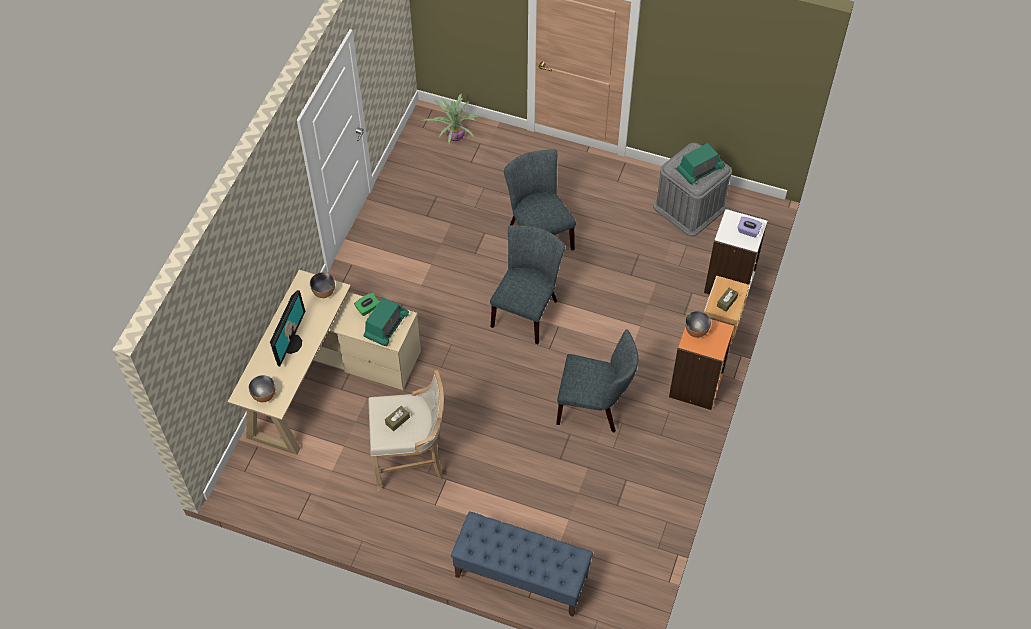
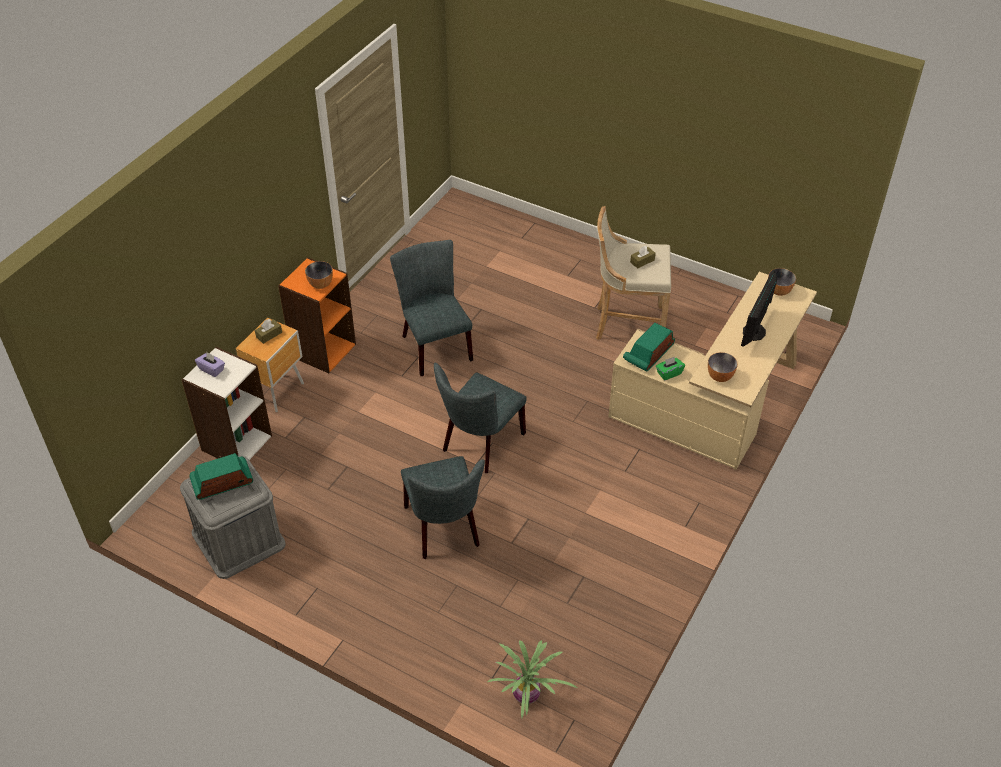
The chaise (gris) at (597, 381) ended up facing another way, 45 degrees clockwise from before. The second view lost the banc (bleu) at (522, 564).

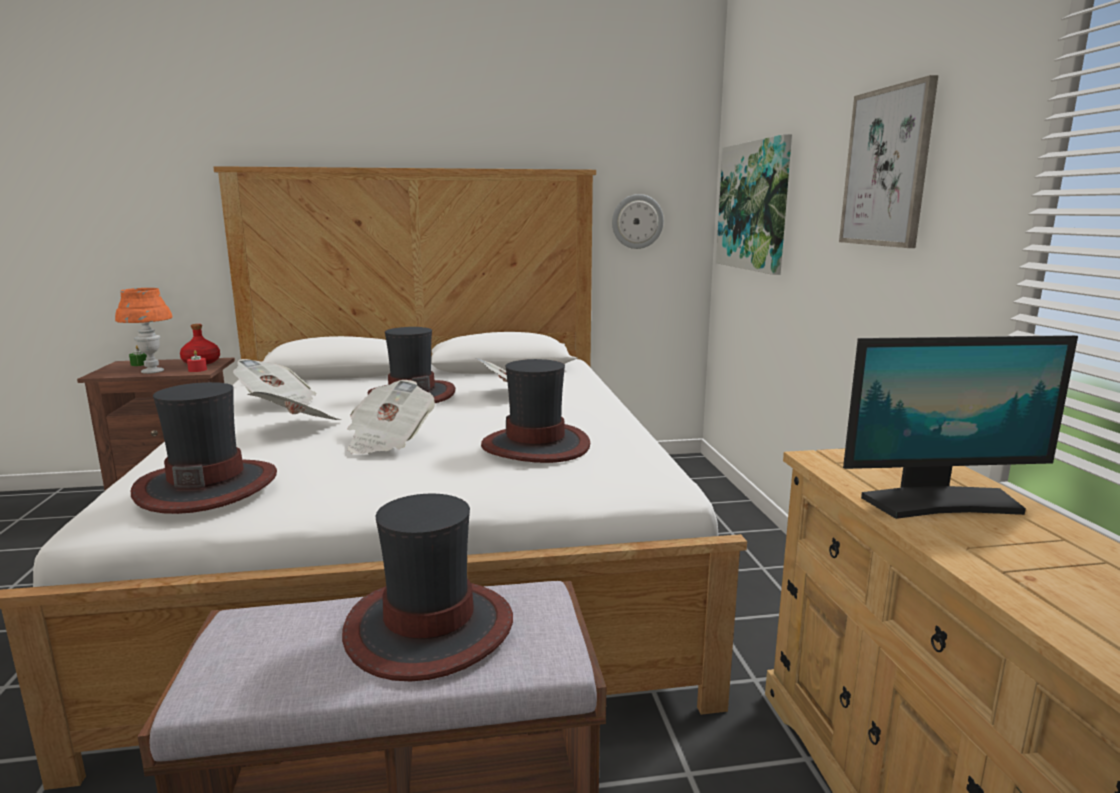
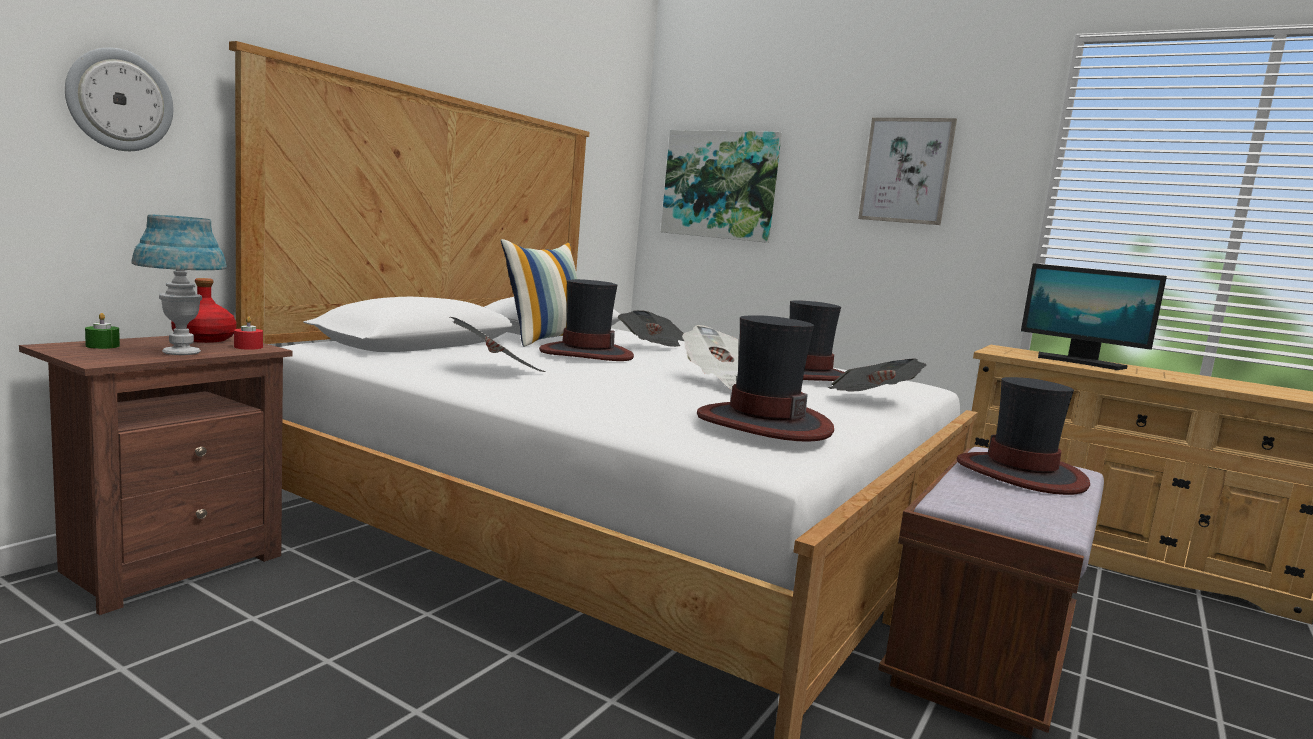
The horloge murale ended up elsewhere, having gone from (638, 221) to (119, 99). What was the lampe de table (orange) at (143, 331) turned into the lampe de table (bleu) at (179, 285). The second view gained the coussin at (539, 293). The journal ended up elsewhere, having gone from (294, 406) to (877, 375). The écran d'ordinateur at (960, 427) ended up facing another way, 90 degrees clockwise from before.

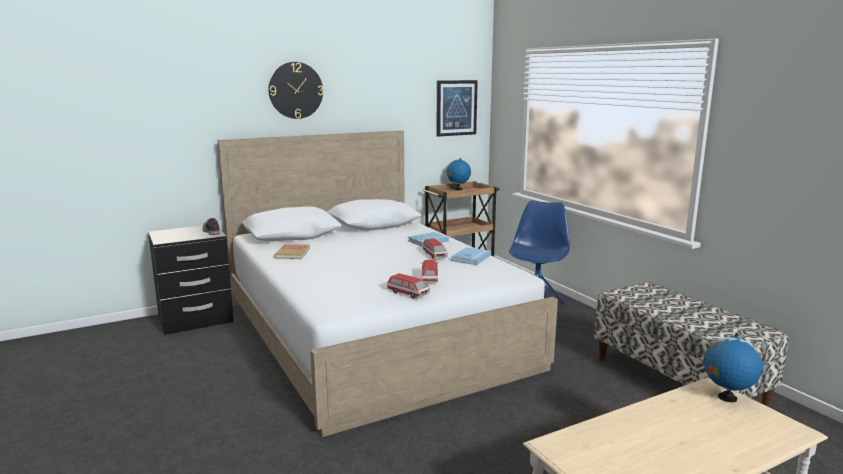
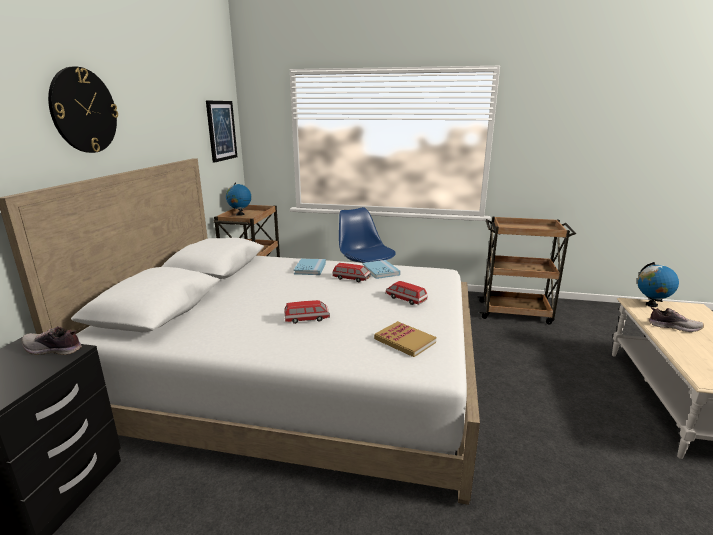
The petite voiture ended up elsewhere, having gone from (408, 285) to (307, 312). The livre ended up elsewhere, having gone from (292, 251) to (405, 339). Where the banc stood at (691, 345), the chariot (marron) came to stand at (526, 271). The second view gained the chaussure at (676, 319).

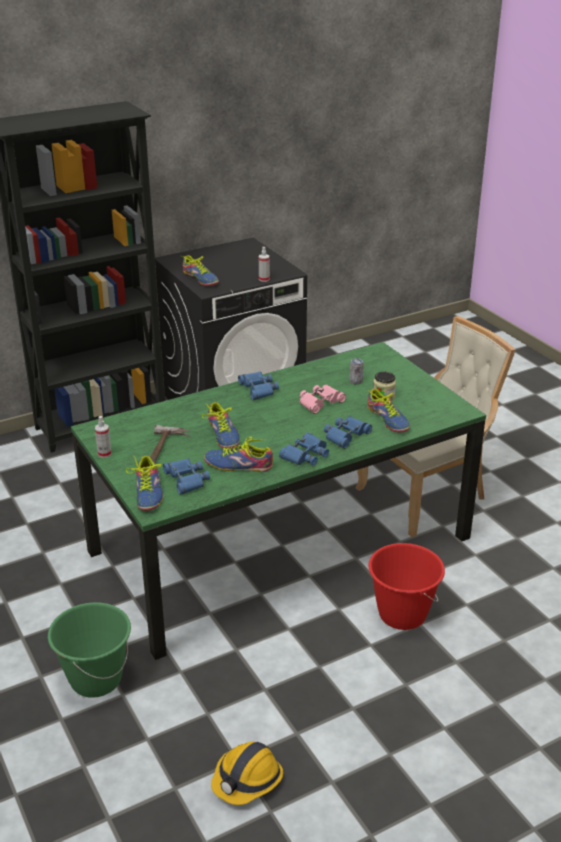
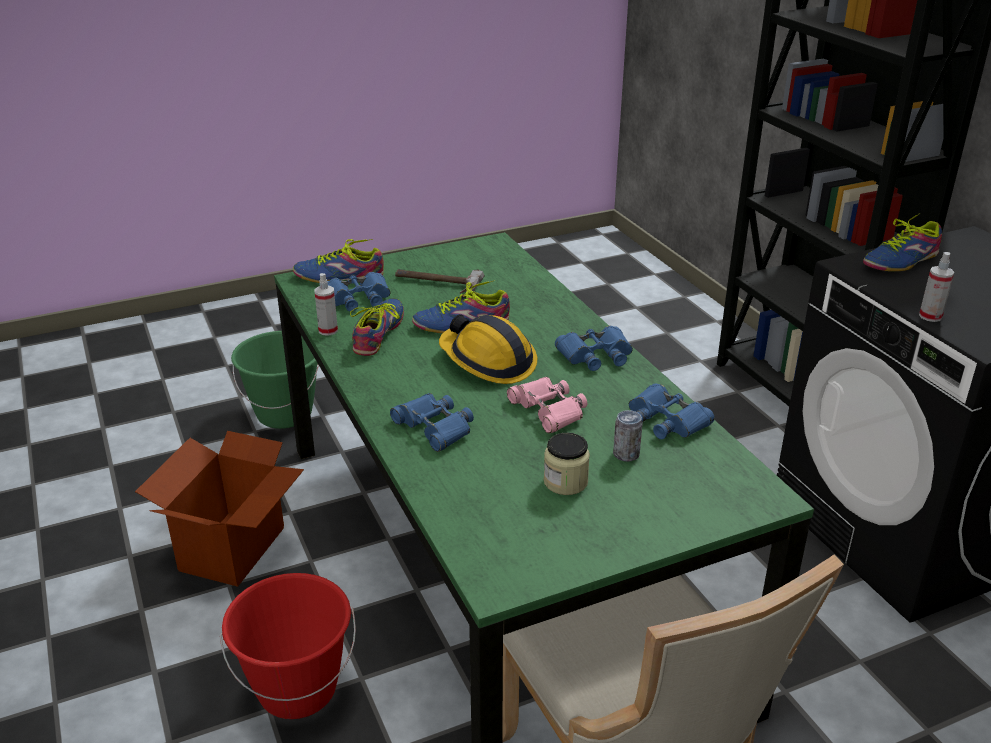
The second view gained the carton at (219, 509). The vaporisateur ended up elsewhere, having gone from (103, 437) to (326, 304). The casque de chantier ended up elsewhere, having gone from (247, 773) to (488, 349). The jumelles (bleu) ended up elsewhere, having gone from (304, 449) to (672, 411). The second view lost the chaussure at (388, 410).

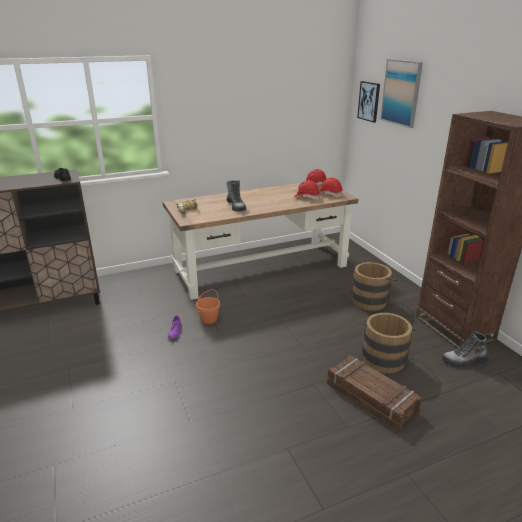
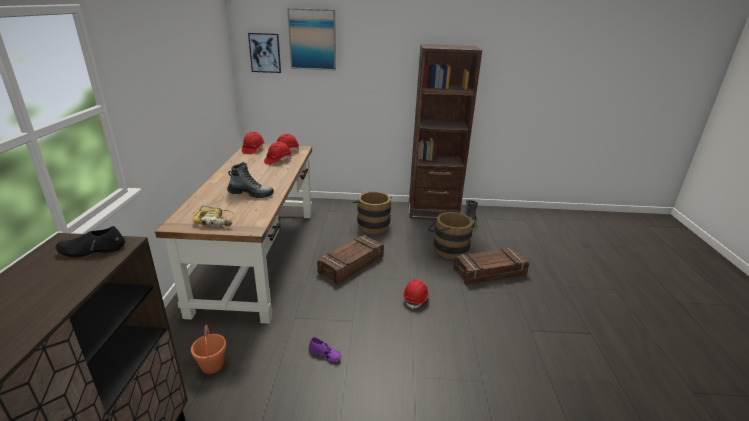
The seau (orange) ended up elsewhere, having gone from (208, 307) to (209, 349). The second view gained the caisse at (350, 259). The second view gained the casque de chantier (rouge) at (416, 294).

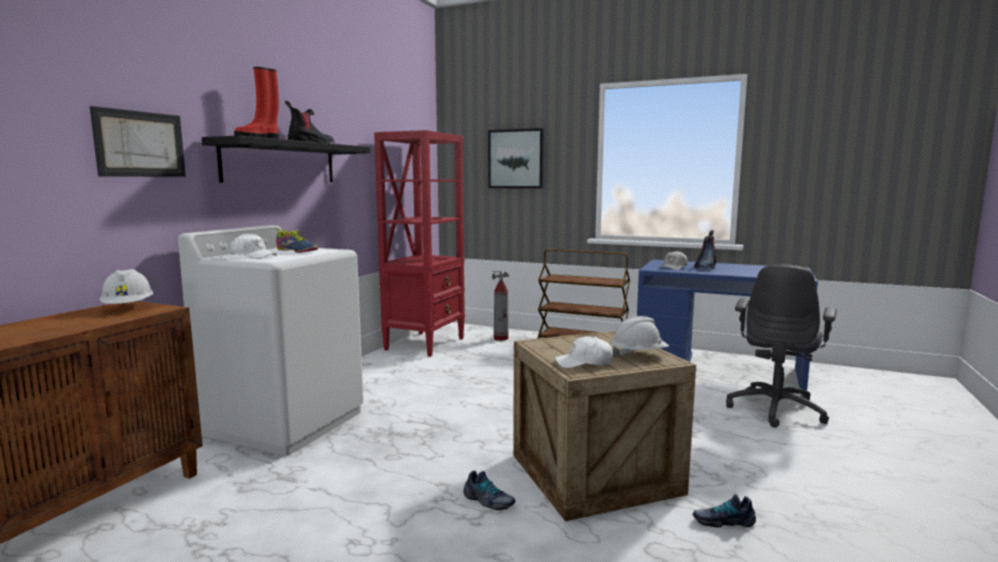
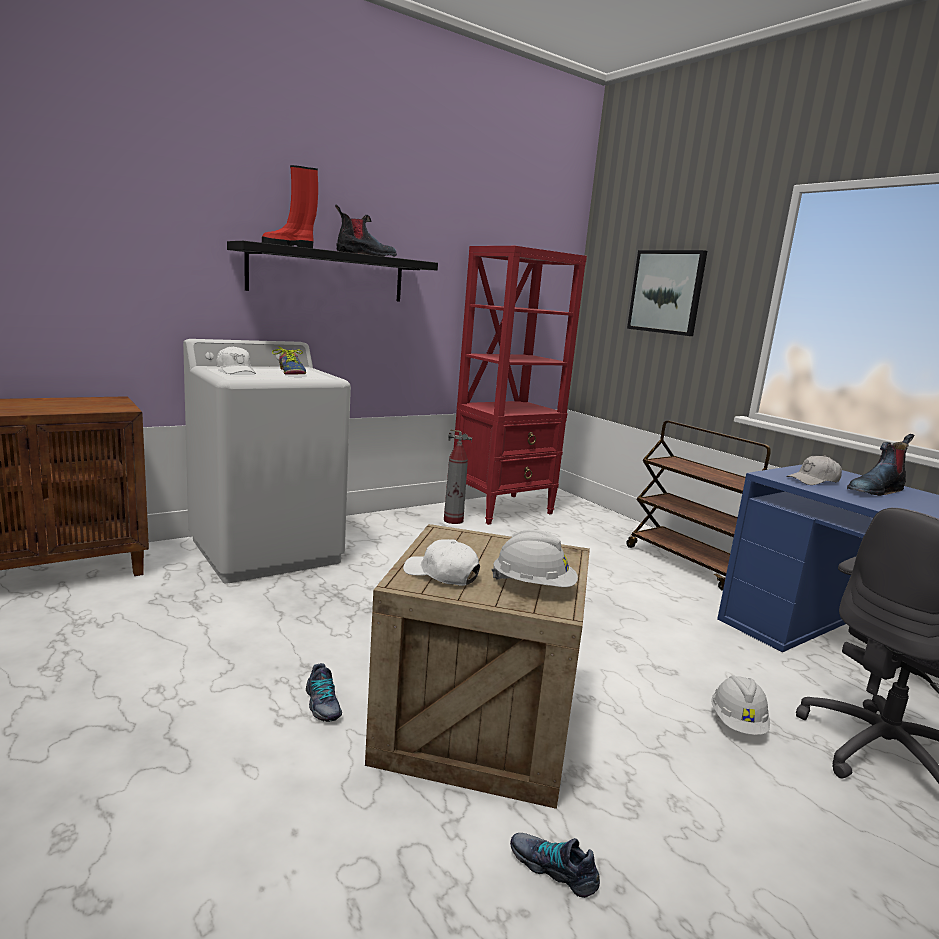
The extincteur ended up elsewhere, having gone from (500, 306) to (458, 476). The casque de chantier (blanc) ended up elsewhere, having gone from (126, 286) to (740, 705). The second view lost the tableau at (138, 141).

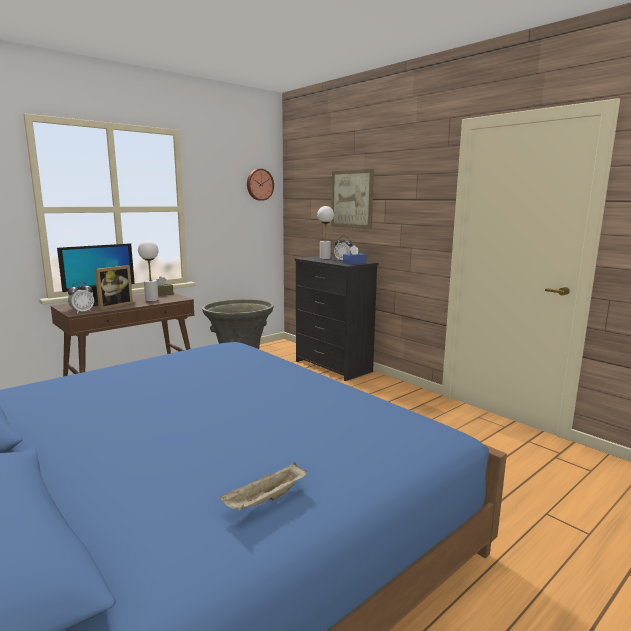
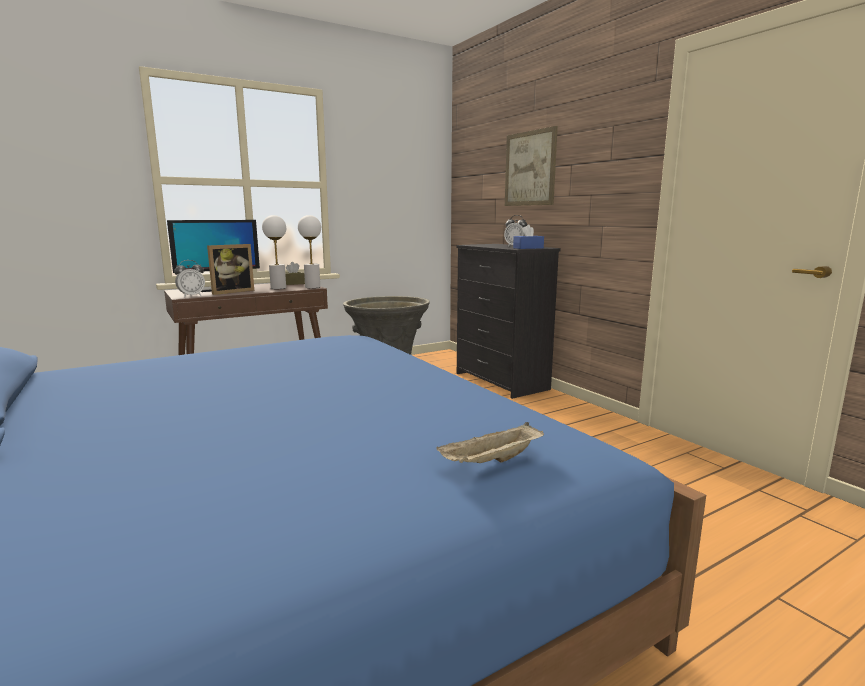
The lampe de table (blanc) ended up elsewhere, having gone from (325, 232) to (309, 251). The plateau (beige) ended up elsewhere, having gone from (263, 486) to (490, 442). The second view lost the horloge murale at (260, 185).

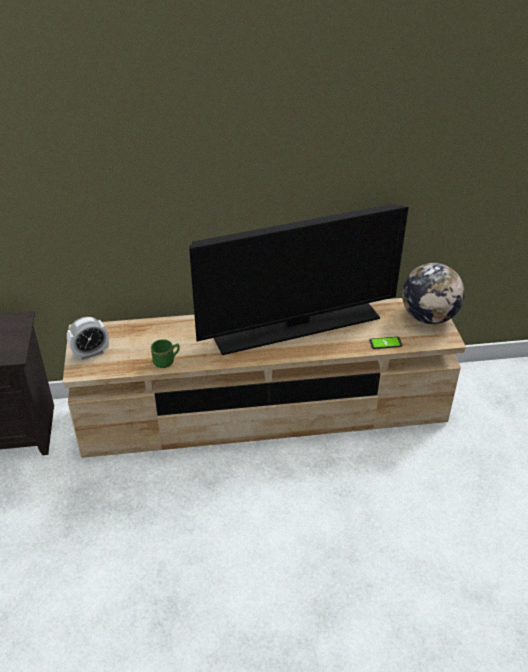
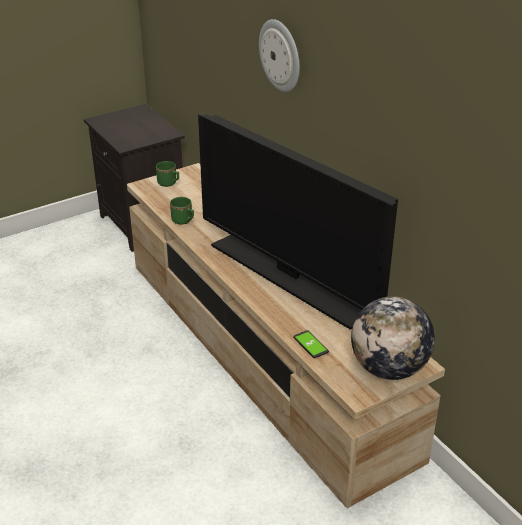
Where the réveil stood at (88, 338), the mug (vert) came to stand at (167, 174). The second view gained the horloge murale at (279, 55).

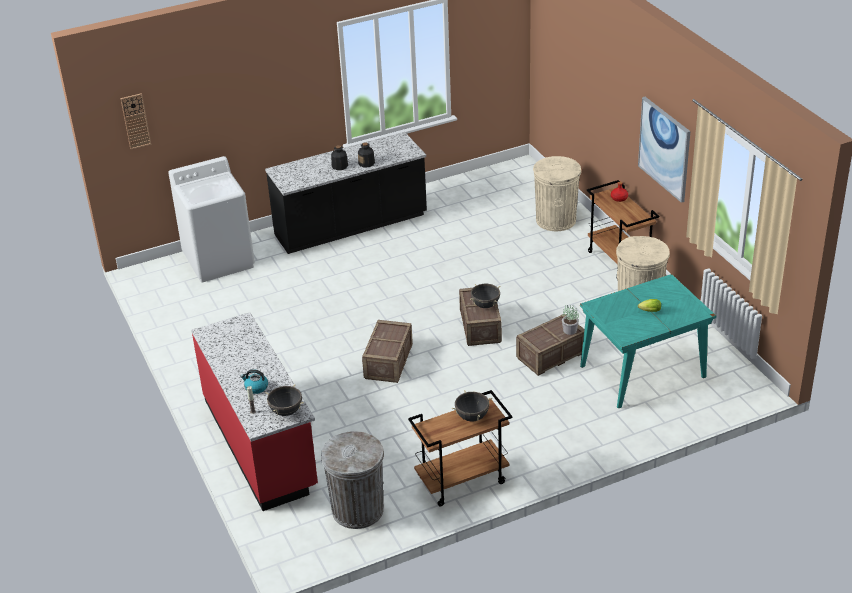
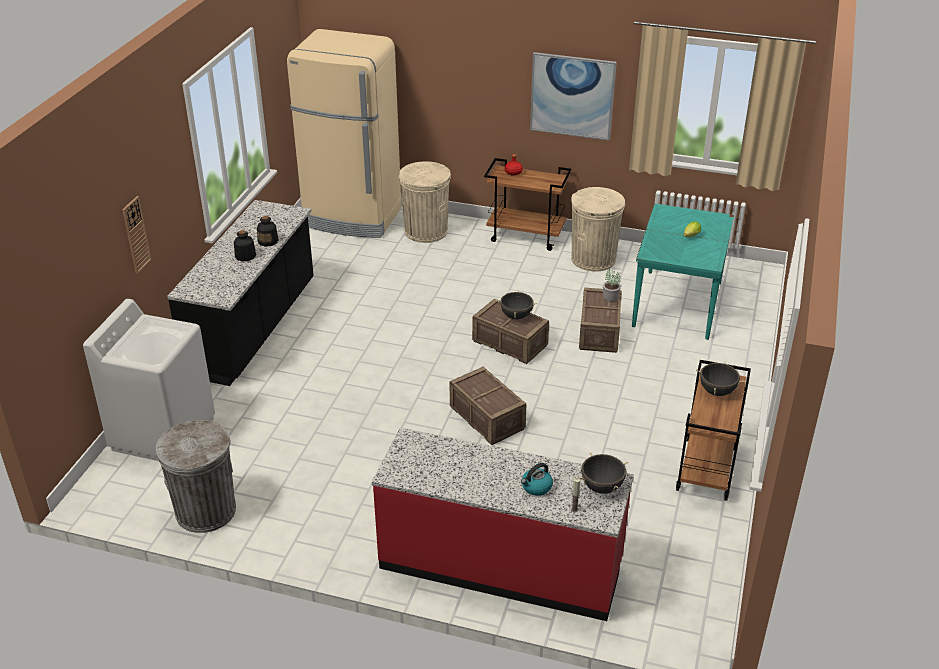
The horloge murale ended up elsewhere, having gone from (136, 121) to (137, 235). The poubelle (gris) ended up elsewhere, having gone from (352, 480) to (196, 476). The second view gained the réfrigérateur (beige) at (344, 133).

